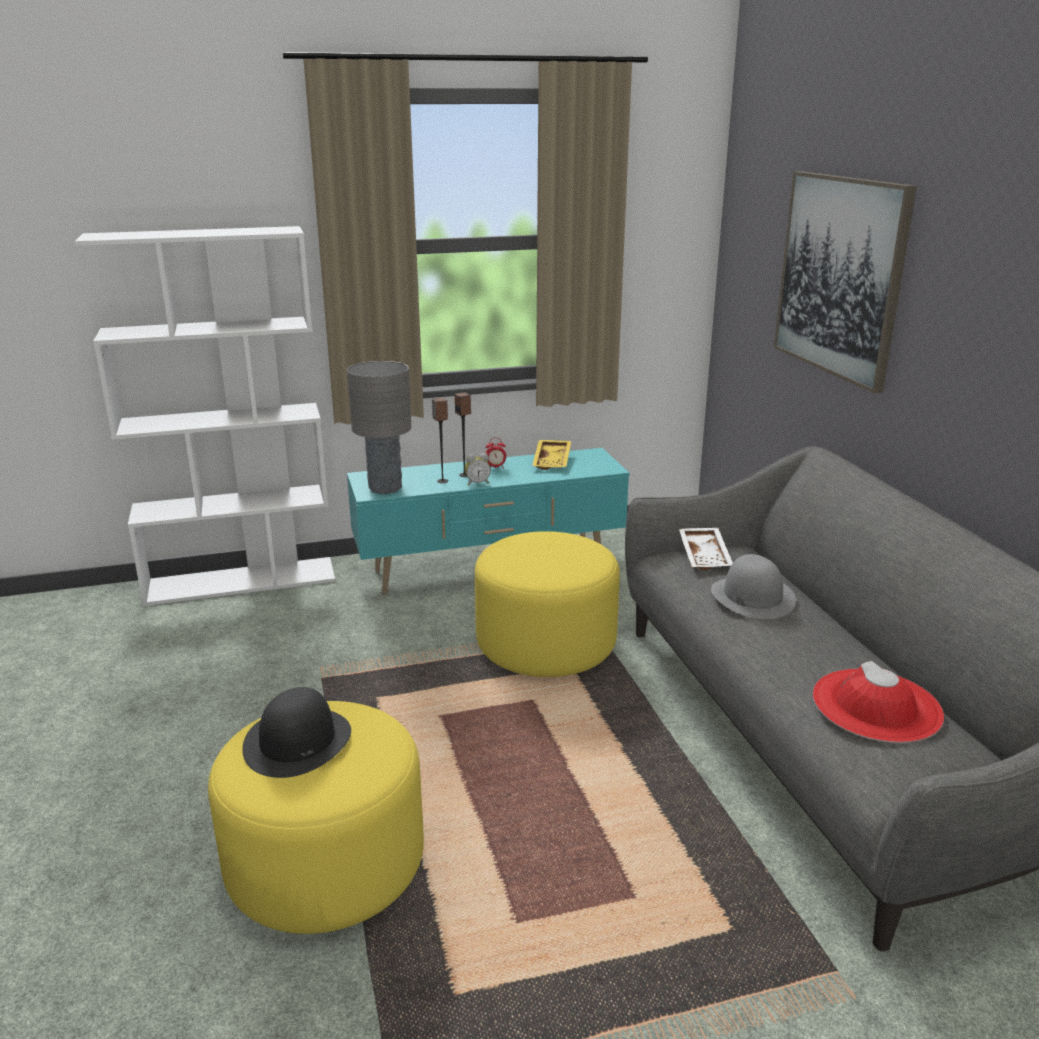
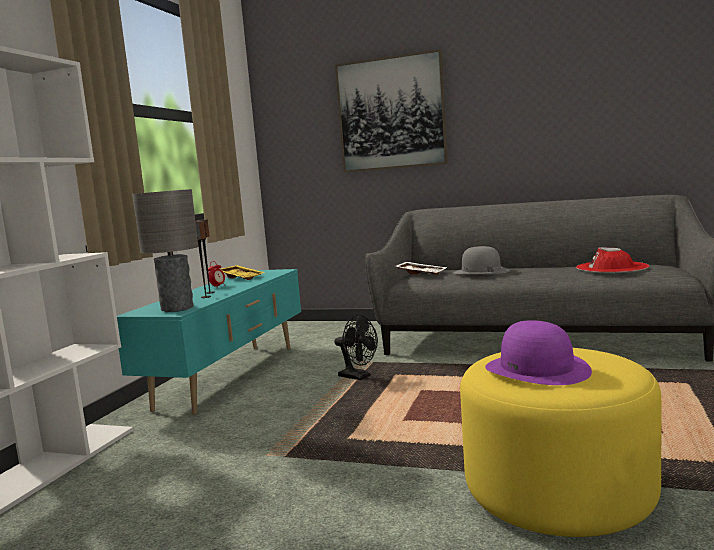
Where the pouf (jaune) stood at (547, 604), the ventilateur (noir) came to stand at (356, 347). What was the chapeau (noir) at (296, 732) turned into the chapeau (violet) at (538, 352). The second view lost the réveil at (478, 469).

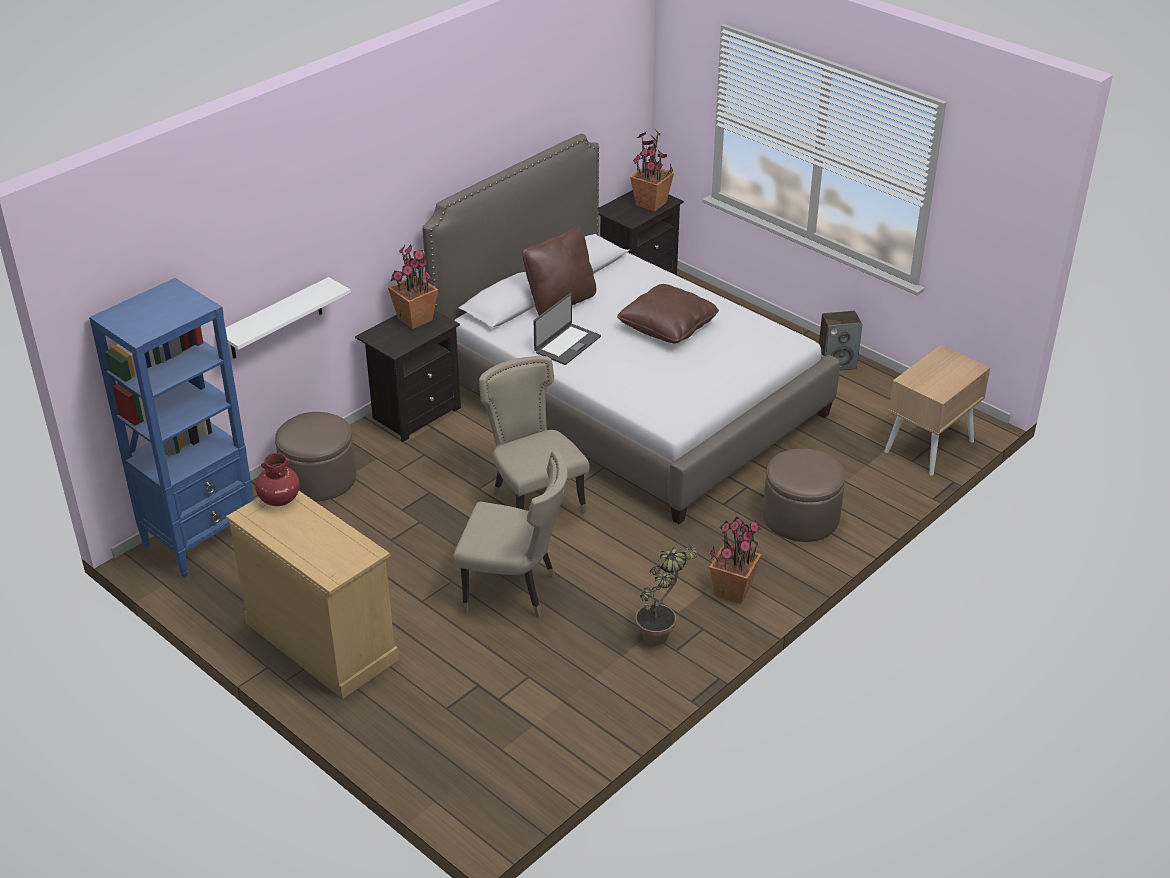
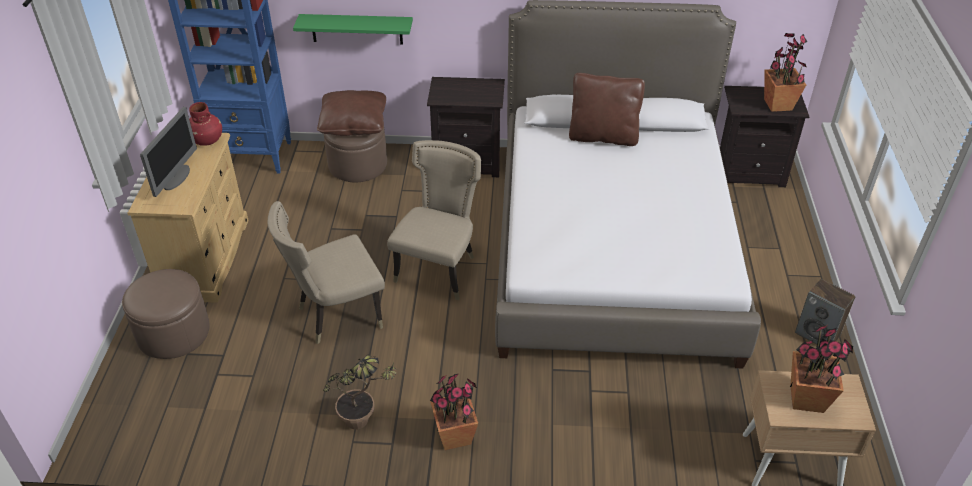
The pouf (marron) ended up elsewhere, having gone from (804, 495) to (166, 314). The second view gained the écran d'ordinateur at (168, 152). The chaise (beige) at (510, 534) ended up facing another way, 90 degrees clockwise from before. What was the étagère (blanc) at (288, 318) turned into the étagère (vert) at (353, 29). The coussin (marron) ended up elsewhere, having gone from (668, 313) to (351, 113). The plante en pot ended up elsewhere, having gone from (413, 286) to (821, 369). The second view lost the ordinateur portable at (567, 329).

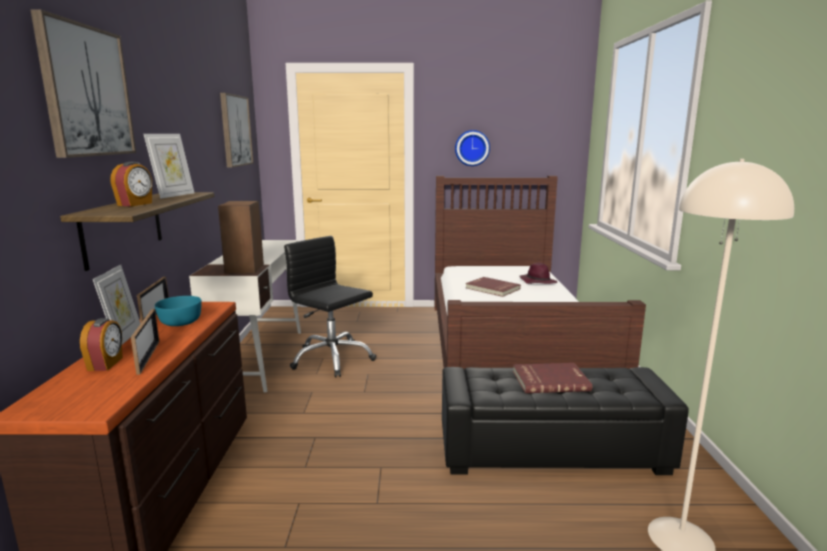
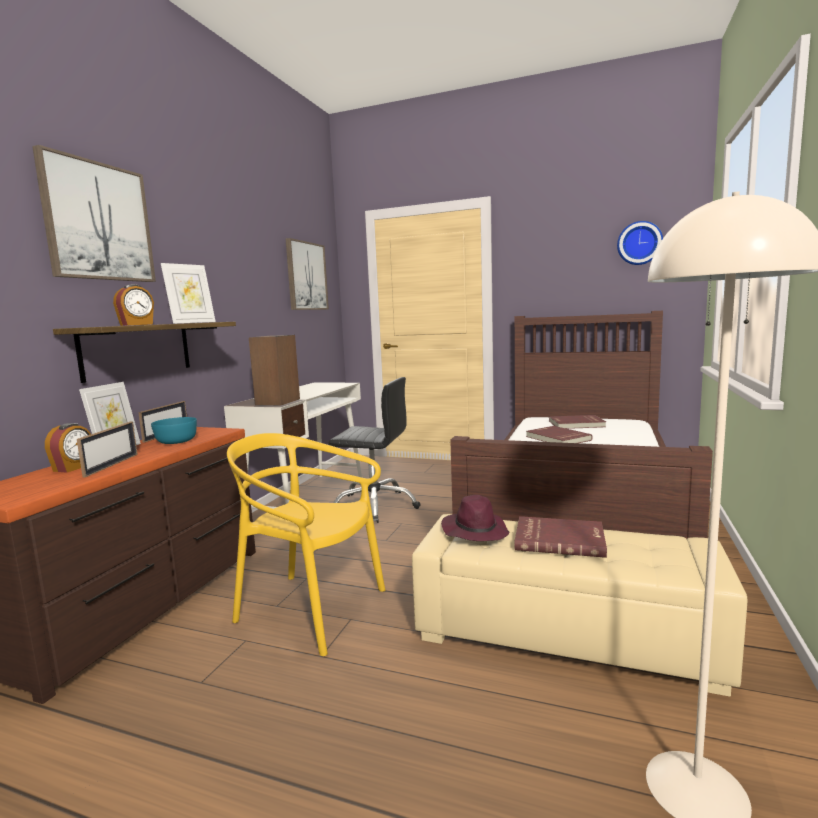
The second view gained the chaise (jaune) at (306, 544). The chaise de bureau (noir) at (330, 306) ended up facing another way, 135 degrees clockwise from before. What was the pouf (noir) at (565, 421) turned into the pouf (beige) at (579, 605). The chapeau (violet) ended up elsewhere, having gone from (538, 273) to (475, 518). The second view gained the livre (rouge) at (577, 422). The horloge murale ended up elsewhere, having gone from (472, 148) to (640, 243).

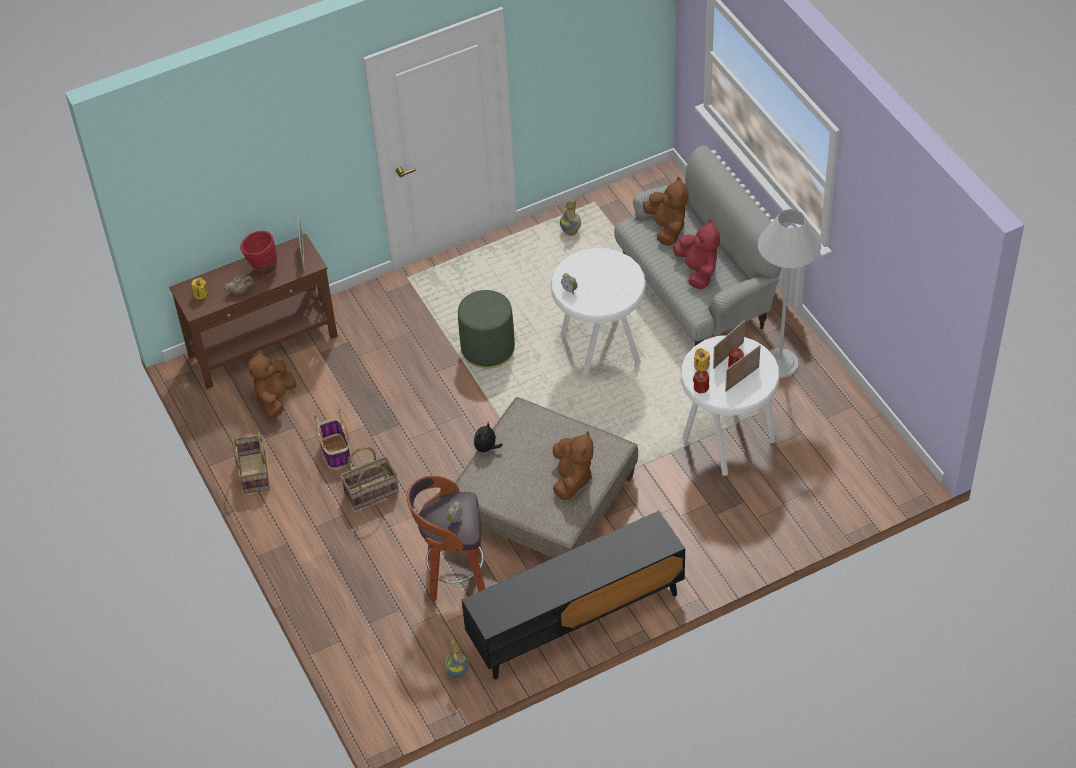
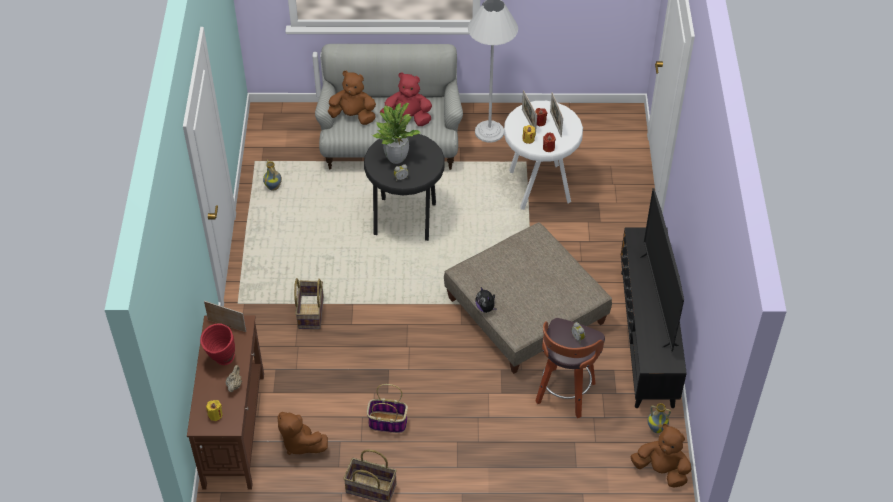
The panier ended up elsewhere, having gone from (369, 478) to (309, 303). What was the tabouret (blanc) at (598, 314) turned into the tabouret (noir) at (404, 187). The second view gained the plante en pot at (396, 133). The peluche (marron) ended up elsewhere, having gone from (573, 465) to (661, 456). The second view gained the téléviseur at (661, 270). The second view lost the pouf (vert) at (486, 329).

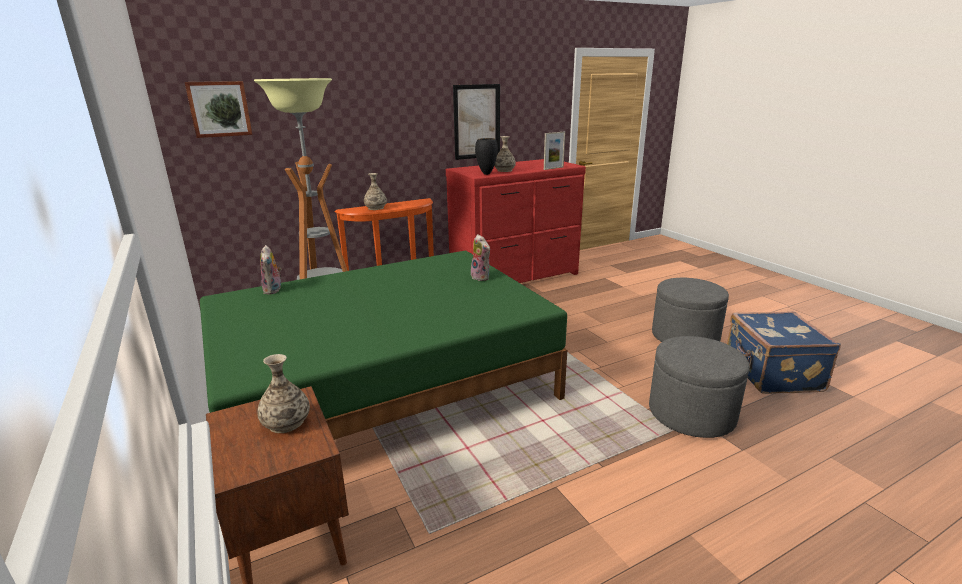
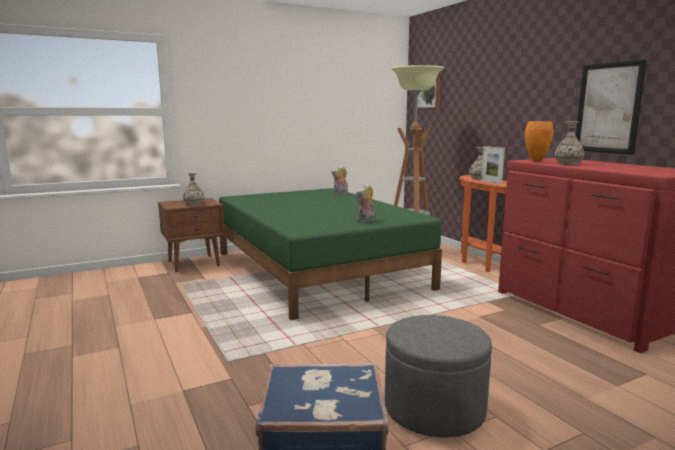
The cadre photo ended up elsewhere, having gone from (554, 150) to (493, 165). What was the vase (noir) at (486, 156) turned into the vase (orange) at (539, 141). The second view lost the pouf (gris) at (699, 387).

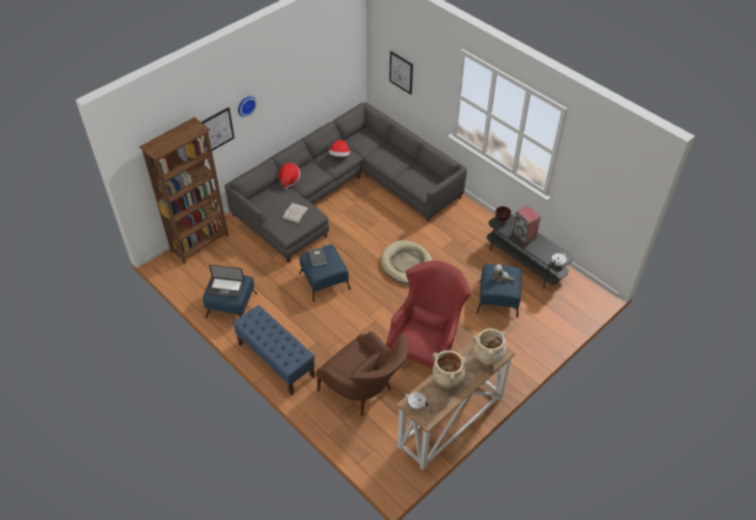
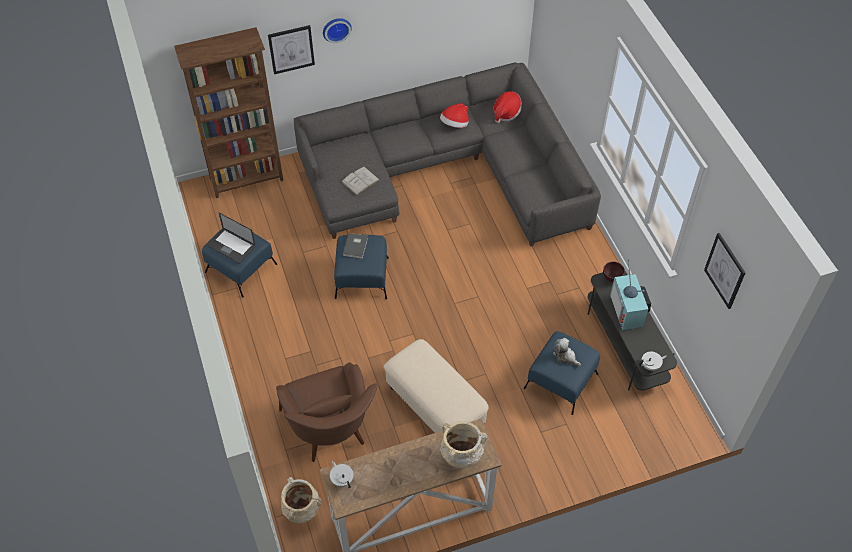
The vase (beige) ended up elsewhere, having gone from (450, 369) to (301, 500). Where the fauteuil (rouge) stood at (428, 314), the pouf (beige) came to stand at (436, 386). The chapeau ended up elsewhere, having gone from (289, 176) to (508, 107). Where the enceinte stood at (526, 224), the téléviseur came to stand at (630, 294). The tableau ended up elsewhere, having gone from (401, 73) to (724, 271). The second view lost the banc (bleu) at (273, 350). The second view lost the panier pour chien (beige) at (407, 262).

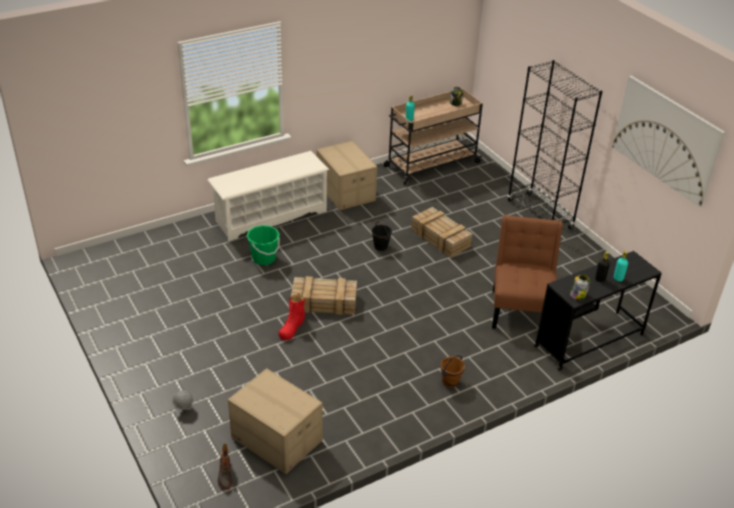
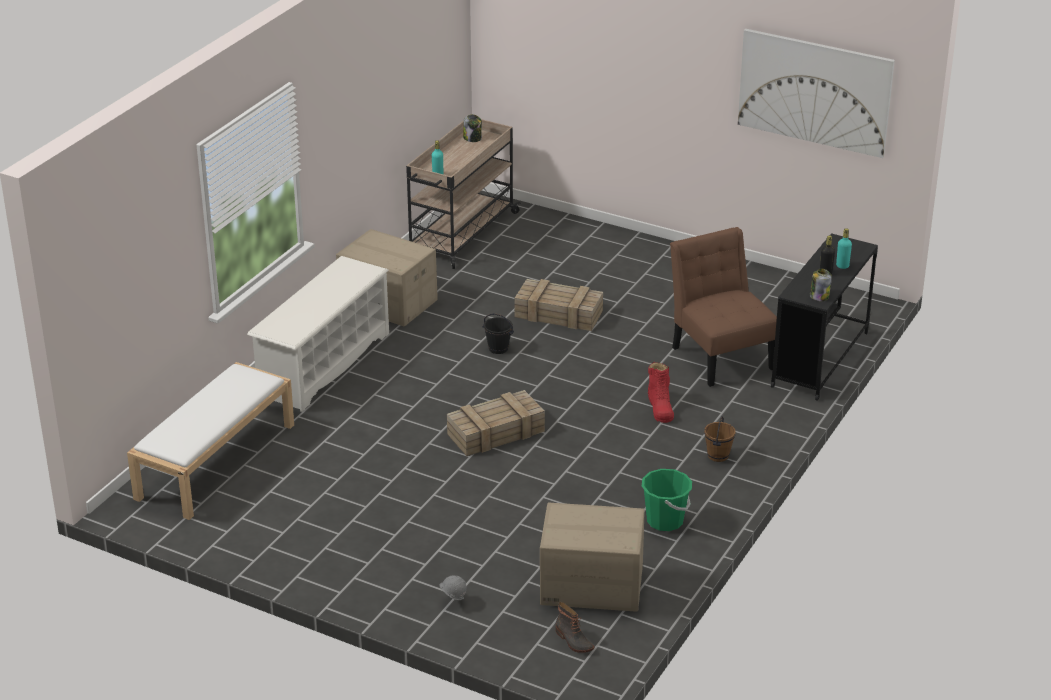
The second view gained the banc (blanc) at (210, 441). The seau (vert) ended up elsewhere, having gone from (263, 245) to (667, 500). The botte (rouge) ended up elsewhere, having gone from (291, 316) to (661, 392). The second view lost the bibliothèque (noir) at (555, 144).

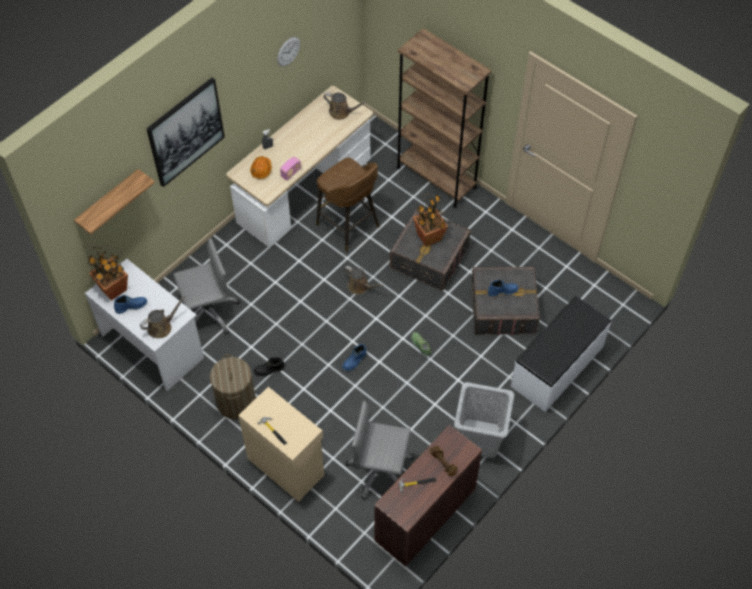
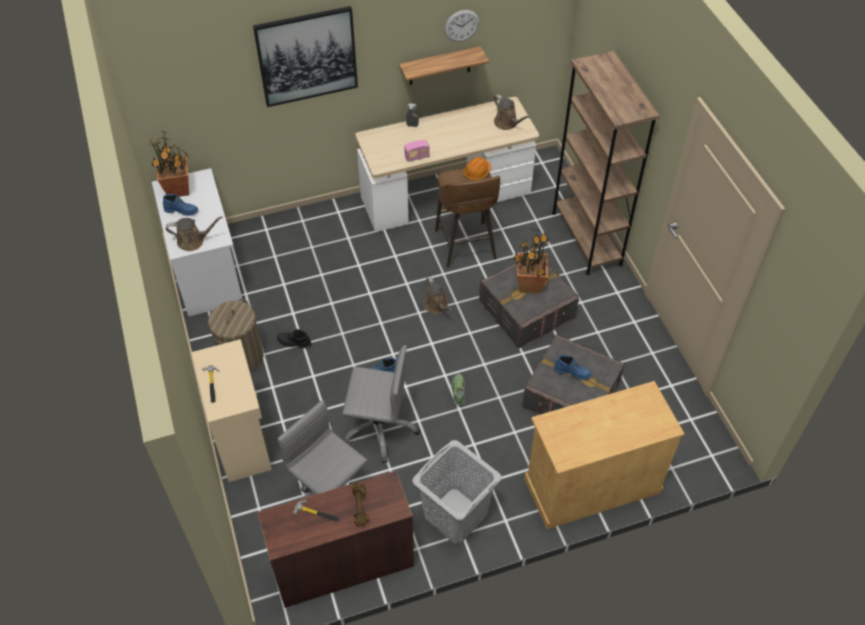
The chaise de bureau (gris) ended up elsewhere, having gone from (206, 286) to (381, 404). The étagère ended up elsewhere, having gone from (114, 201) to (444, 65). The casque de chantier (orange) ended up elsewhere, having gone from (261, 167) to (477, 168). Where the banc (blanc) stood at (561, 354), the meuble de rangement (beige) came to stand at (604, 455).

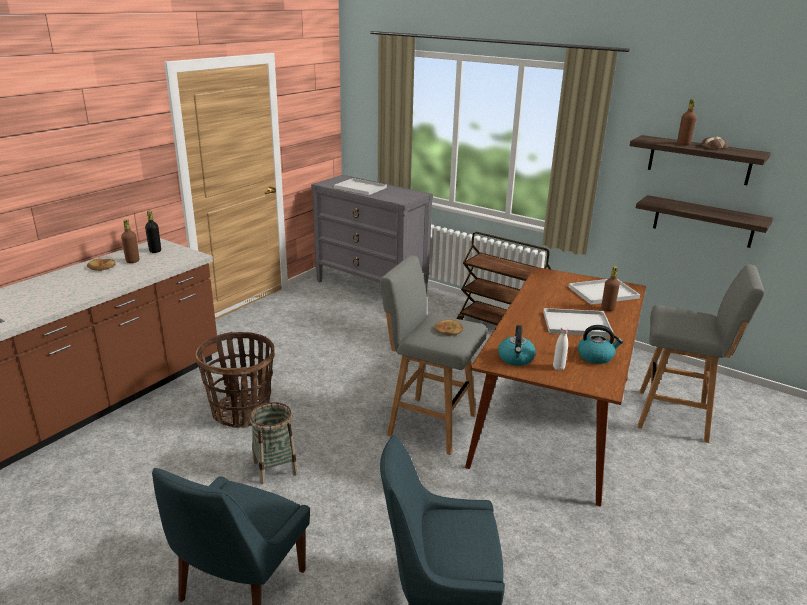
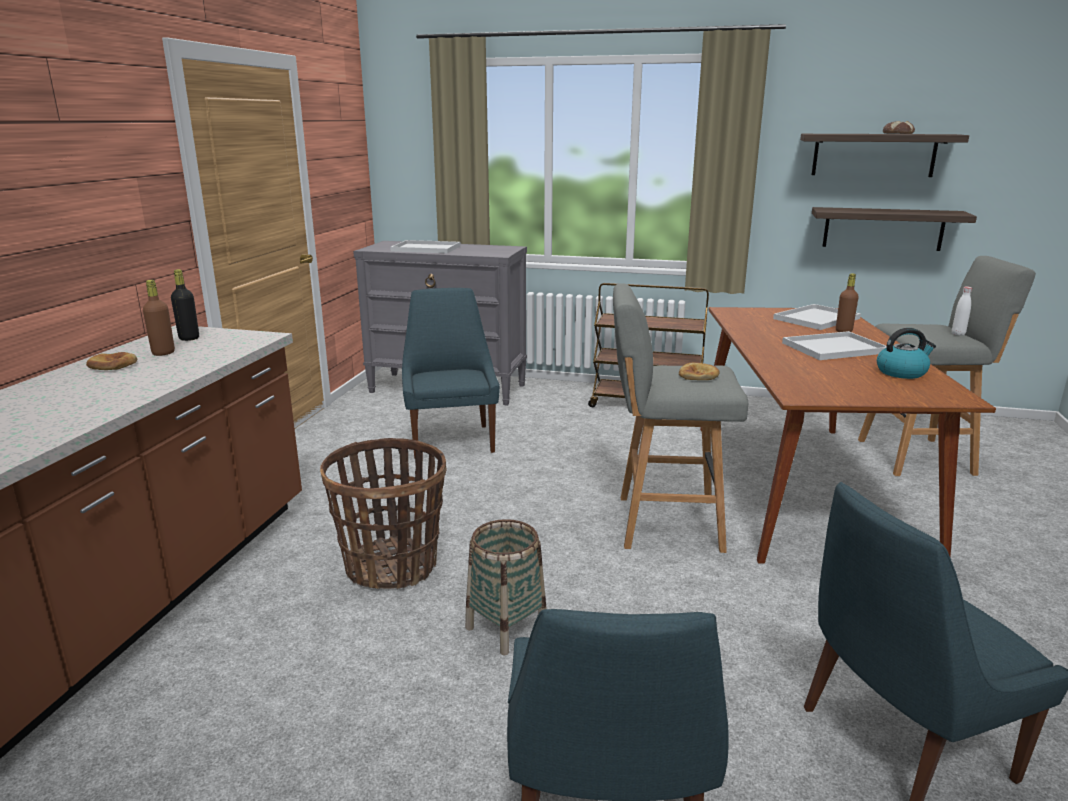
The second view gained the chaise (bleu) at (451, 373). The bouteille (blanc) ended up elsewhere, having gone from (560, 349) to (962, 311). The second view lost the bouilloire at (517, 345). The second view lost the bouteille (marron) at (687, 122).

